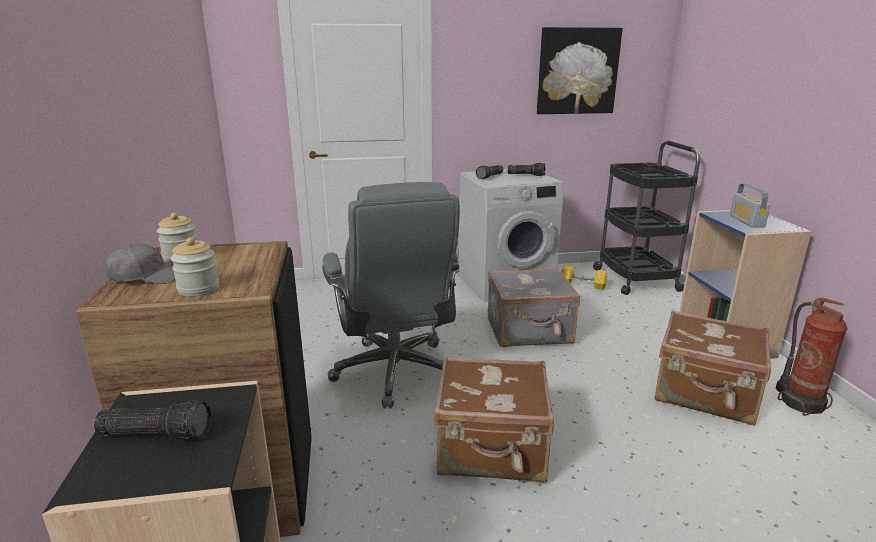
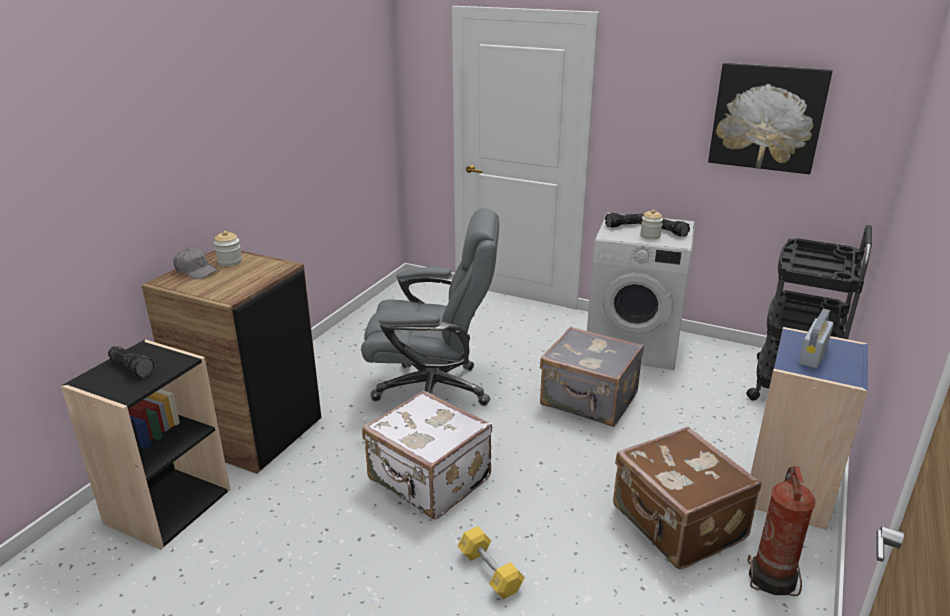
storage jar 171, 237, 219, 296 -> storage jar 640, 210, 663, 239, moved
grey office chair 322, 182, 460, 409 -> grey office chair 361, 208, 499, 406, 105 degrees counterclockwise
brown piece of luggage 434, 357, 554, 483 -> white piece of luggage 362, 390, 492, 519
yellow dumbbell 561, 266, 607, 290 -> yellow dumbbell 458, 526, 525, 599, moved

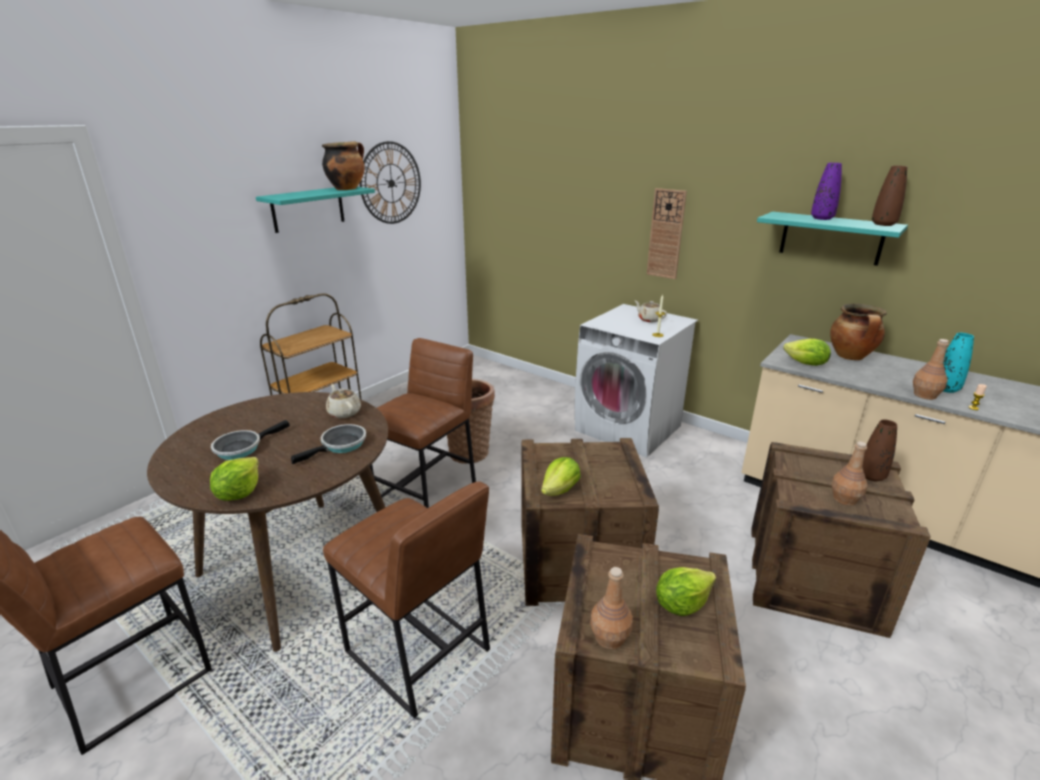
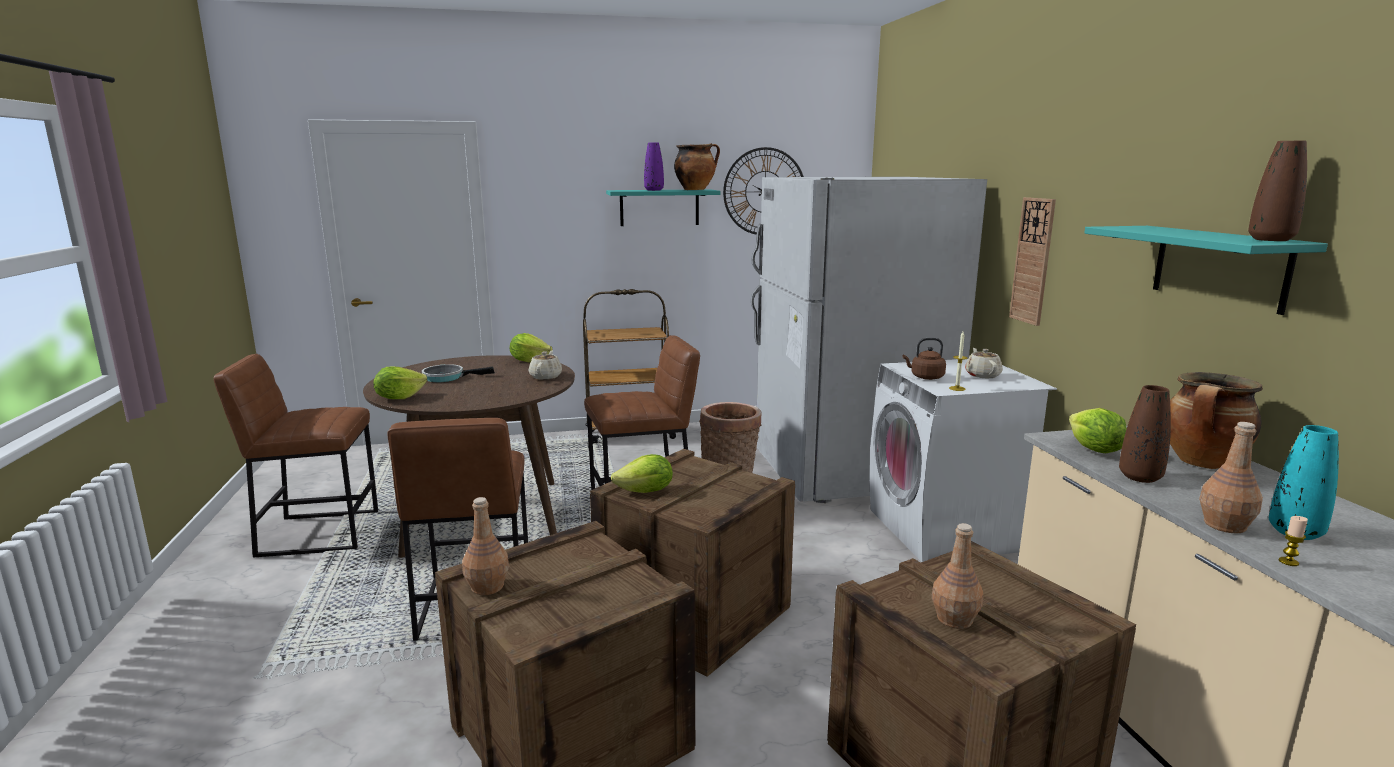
skillet 291, 424, 366, 464 -> none
head of lettuce 656, 567, 716, 616 -> head of lettuce 510, 333, 552, 362, moved
purplish flower vase 811, 163, 842, 220 -> purplish flower vase 644, 143, 664, 191, moved
brown flower vase 862, 420, 897, 481 -> brown flower vase 1119, 385, 1171, 483, moved
none -> white fridge 751, 177, 987, 503
none -> brown water kettle 903, 338, 946, 380

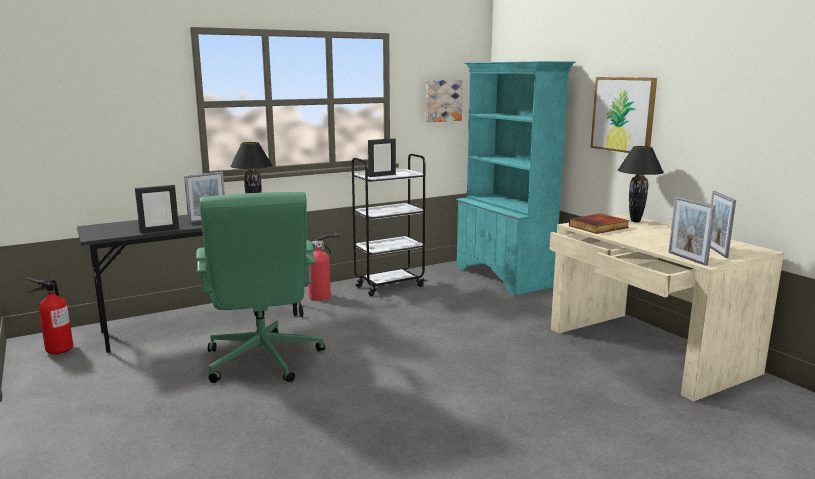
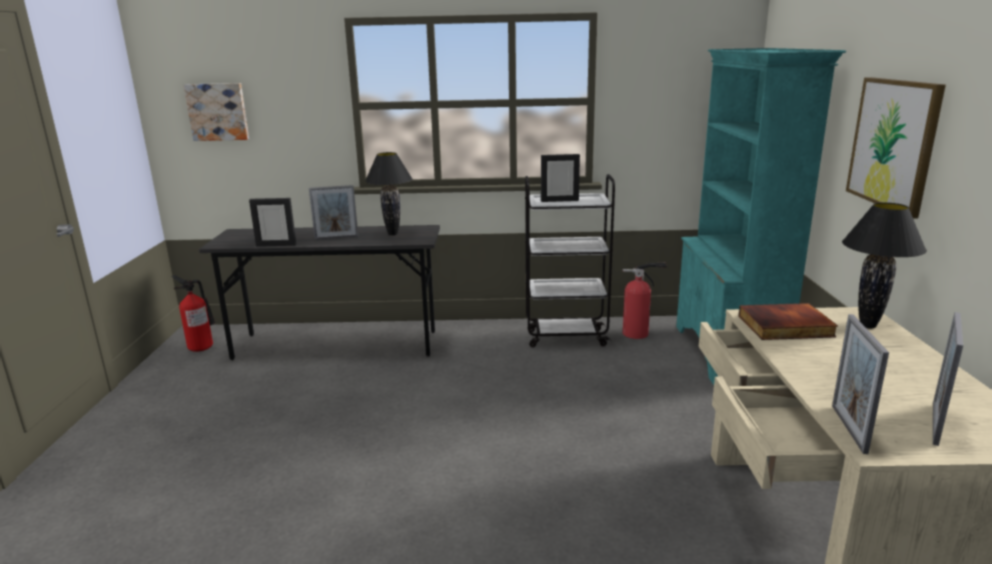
green office chair 196, 192, 325, 383 -> none
fire-fighting cylinder 309, 233, 340, 301 -> fire-fighting cylinder 623, 263, 667, 339, moved
wall art 426, 80, 463, 122 -> wall art 183, 83, 249, 141, moved

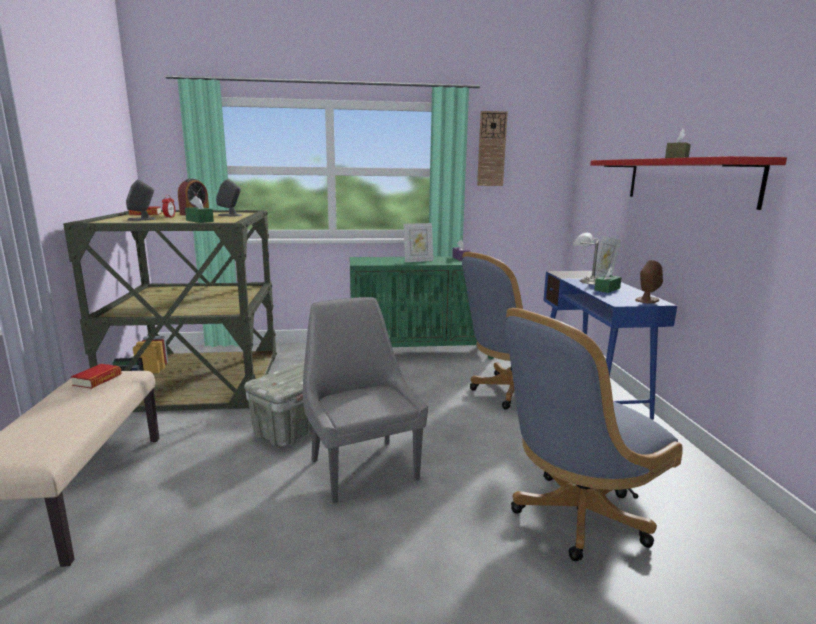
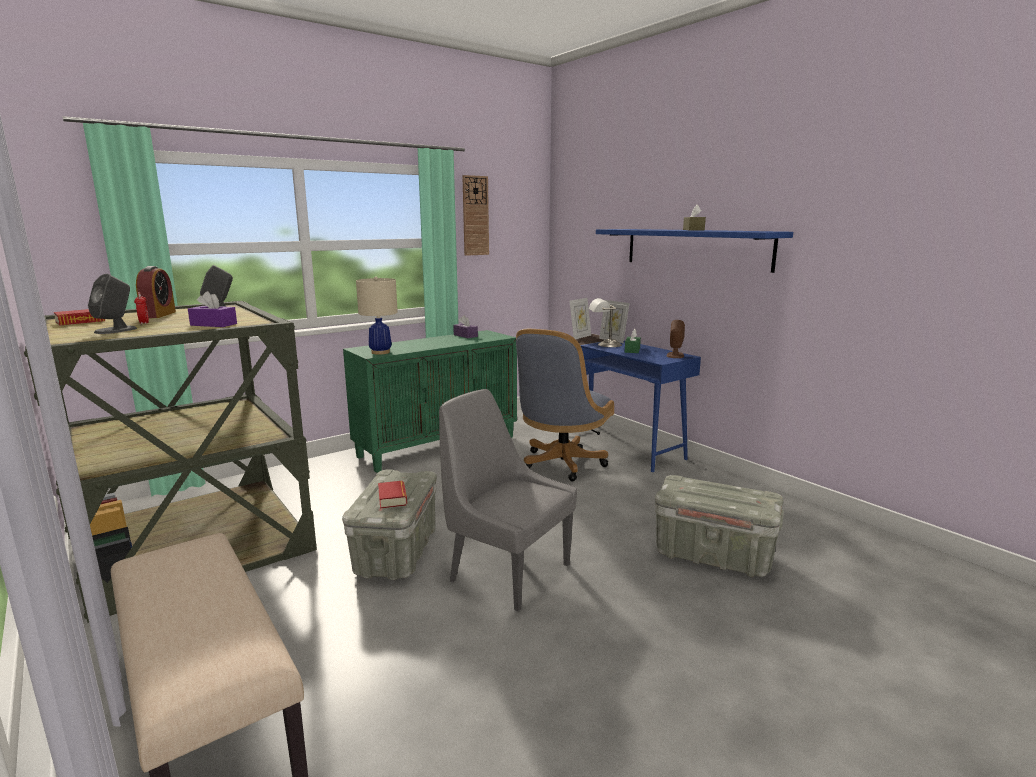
bound book 71, 364, 122, 389 -> bound book 378, 481, 407, 509, moved
green tissue box 185, 196, 214, 223 -> purplish tissue box 188, 291, 237, 327
standing frame 403, 223, 433, 262 -> standing frame 570, 298, 591, 339, moved
blue-coloured office chair 505, 308, 683, 561 -> grey storage bin 655, 475, 784, 577
red-coloured shelf 590, 156, 787, 210 -> blue-coloured shelf 596, 229, 793, 273
none -> beige-coloured tabletop lamp 356, 277, 398, 355

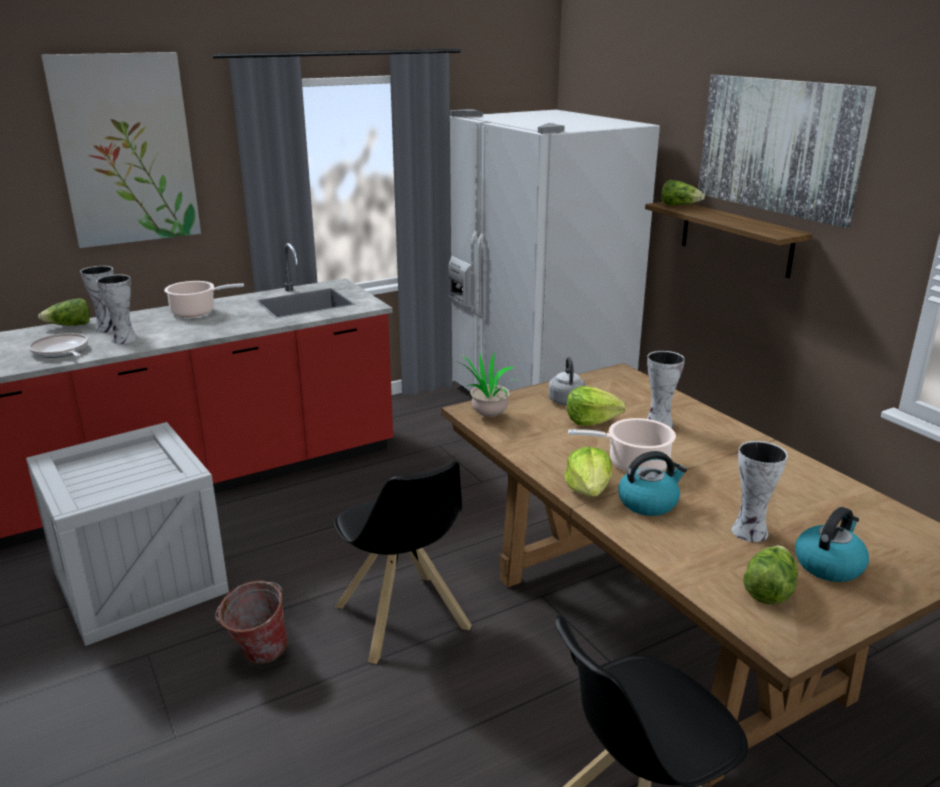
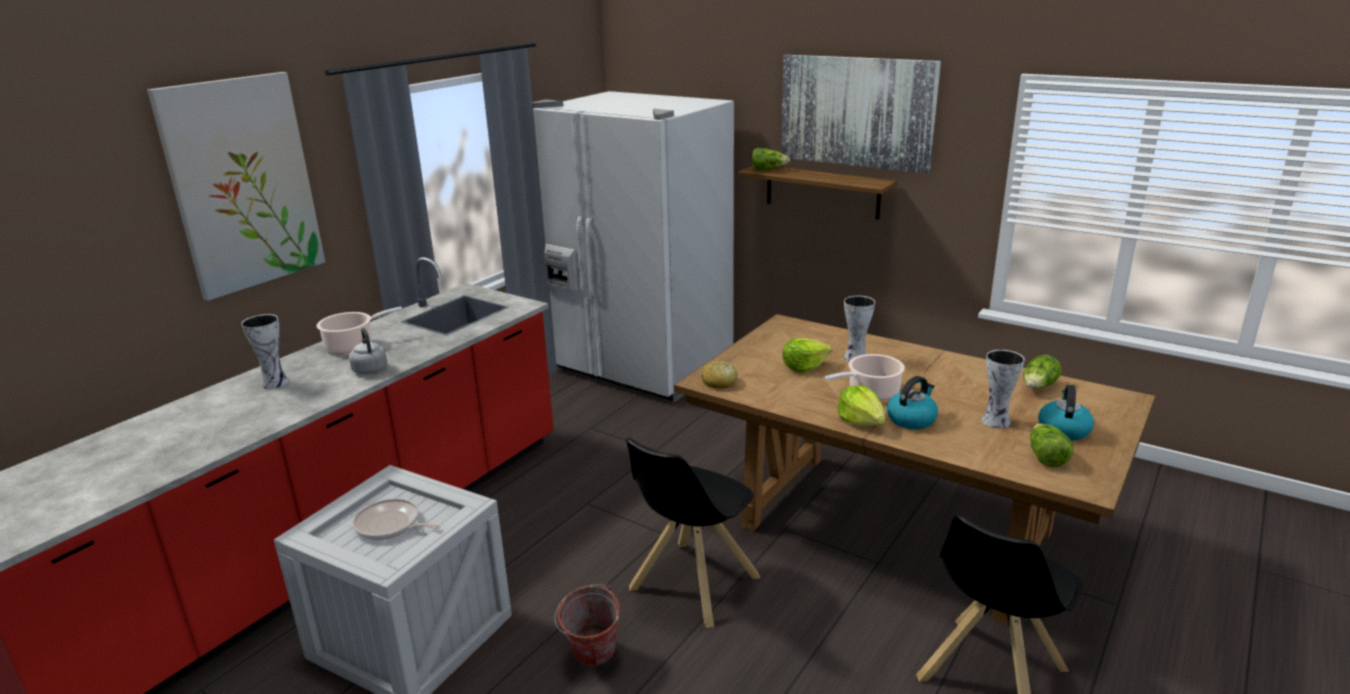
skillet 29, 333, 88, 358 -> skillet 353, 499, 441, 540, moved
head of lettuce 38, 298, 90, 326 -> head of lettuce 1023, 355, 1062, 388, moved
flower vase 96, 274, 137, 344 -> none
blackish plain chair 334, 461, 472, 664 -> blackish plain chair 626, 438, 760, 628, 90 degrees clockwise
potted plant 461, 352, 521, 417 -> bread 701, 360, 738, 388
grey water kettle 548, 357, 585, 405 -> grey water kettle 349, 328, 387, 374, moved

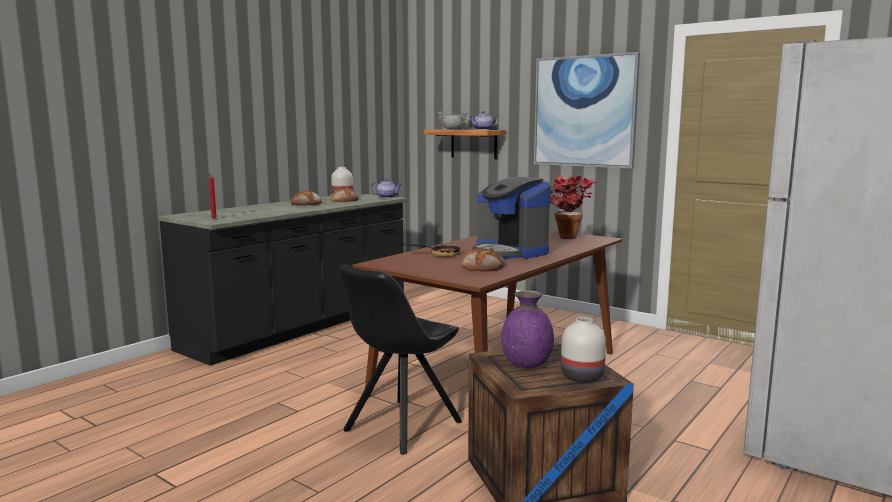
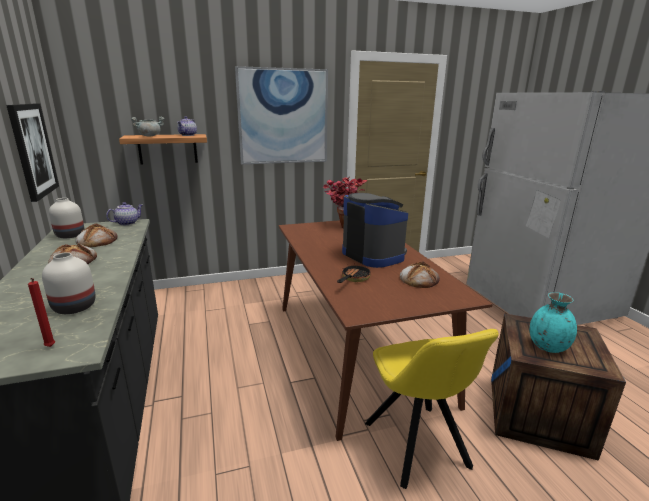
blackish plain chair 338, 265, 462, 455 -> yellow plain chair 365, 329, 499, 489
coffee brewer 473, 177, 551, 259 -> coffee brewer 342, 193, 408, 268, 120 degrees counterclockwise
purplish flower vase 501, 291, 554, 368 -> turquoise flower vase 530, 292, 577, 353
white flower vase 561, 317, 606, 383 -> white flower vase 42, 252, 96, 314, moved
none -> wall art 6, 104, 59, 202

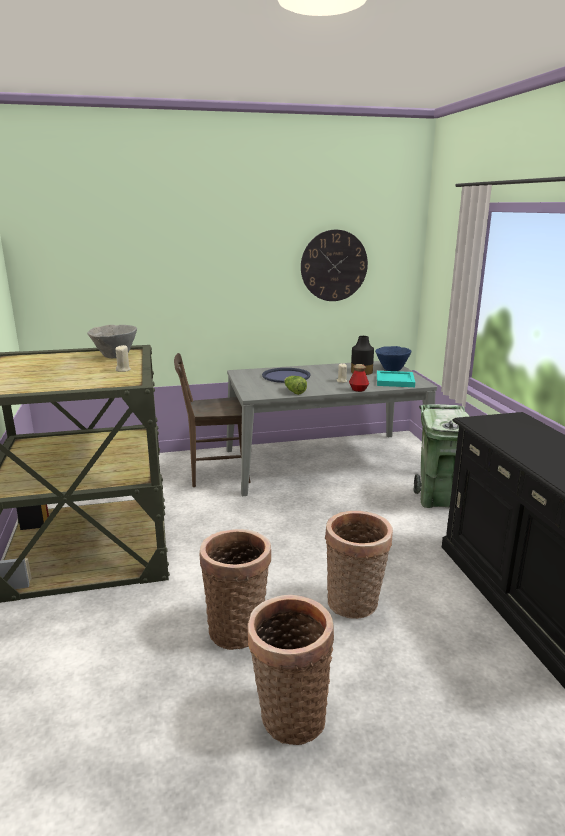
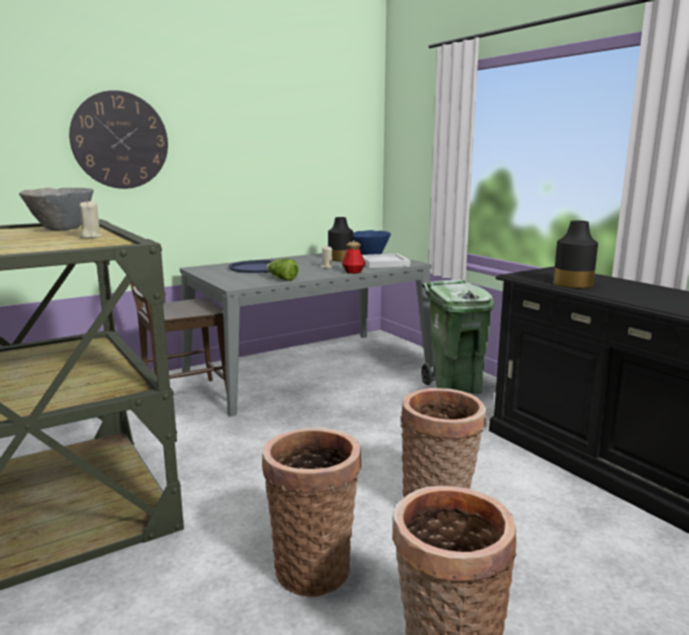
wall clock 301, 230, 368, 301 -> wall clock 69, 90, 168, 189, moved
turquoise tray 377, 371, 415, 387 -> white tray 362, 254, 410, 268
none -> blackish flower vase 553, 221, 598, 288

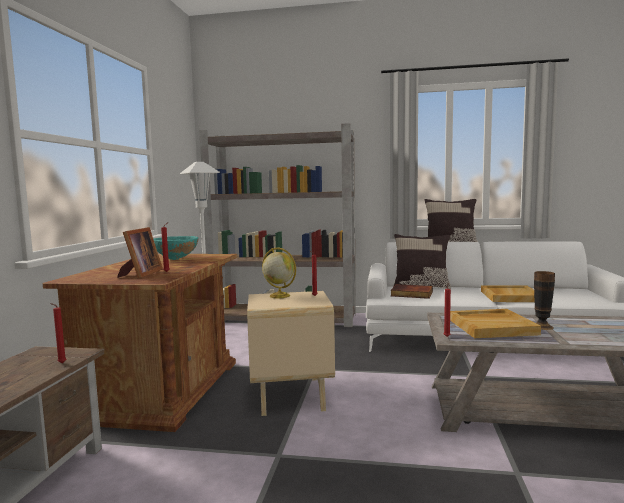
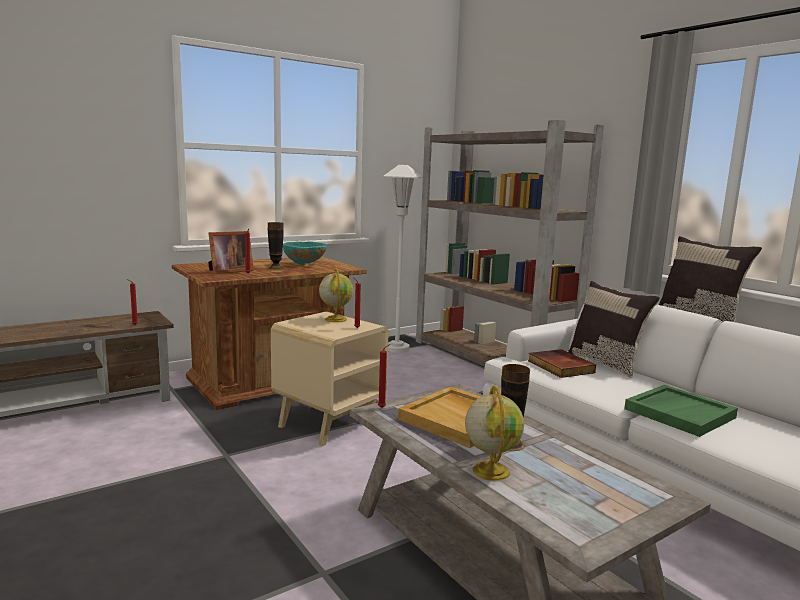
beige-coloured tray 481, 285, 535, 302 -> green tray 624, 385, 738, 437
none -> flower vase 268, 222, 284, 270
none -> world globe 465, 385, 524, 481

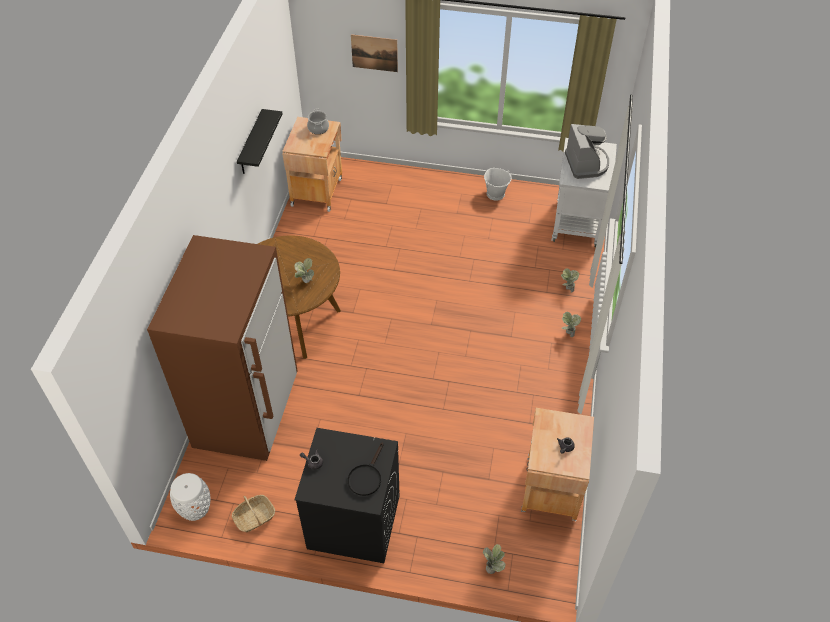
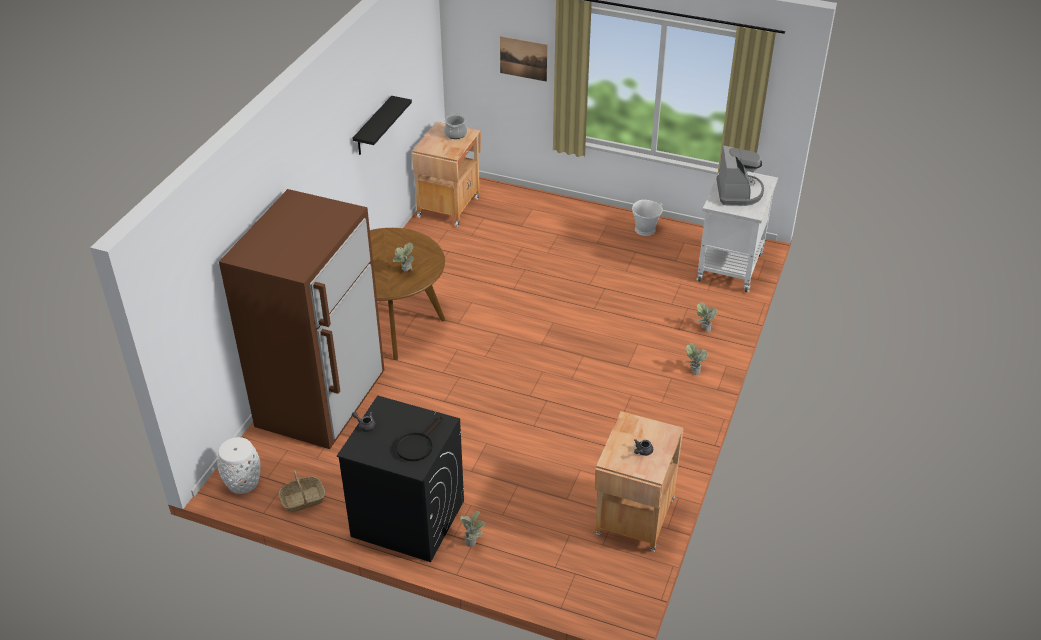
potted plant 483, 544, 506, 574 -> potted plant 460, 511, 485, 547, moved

